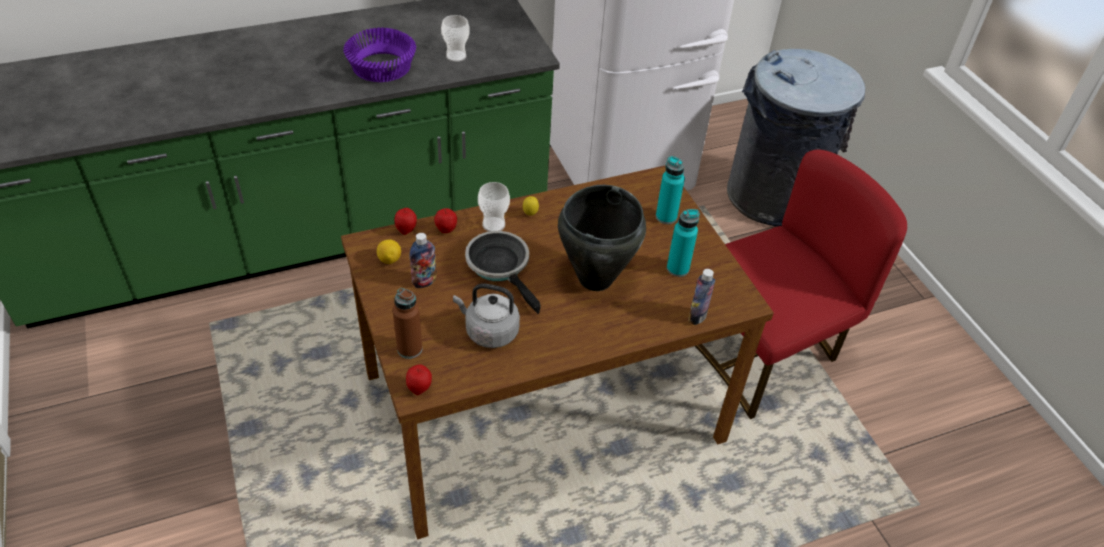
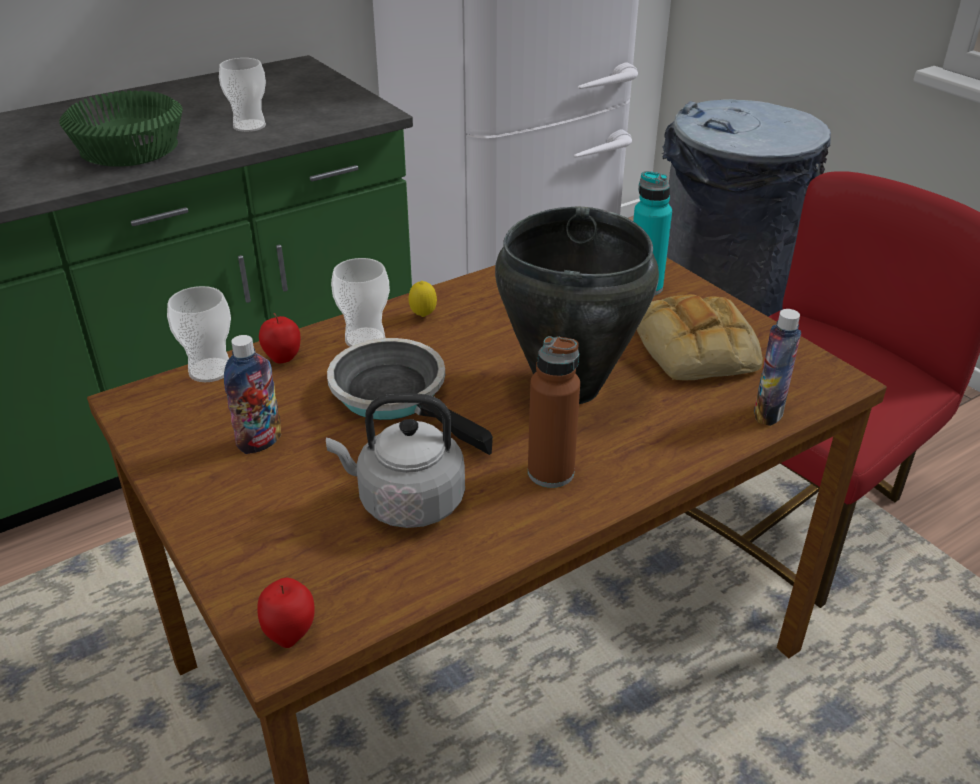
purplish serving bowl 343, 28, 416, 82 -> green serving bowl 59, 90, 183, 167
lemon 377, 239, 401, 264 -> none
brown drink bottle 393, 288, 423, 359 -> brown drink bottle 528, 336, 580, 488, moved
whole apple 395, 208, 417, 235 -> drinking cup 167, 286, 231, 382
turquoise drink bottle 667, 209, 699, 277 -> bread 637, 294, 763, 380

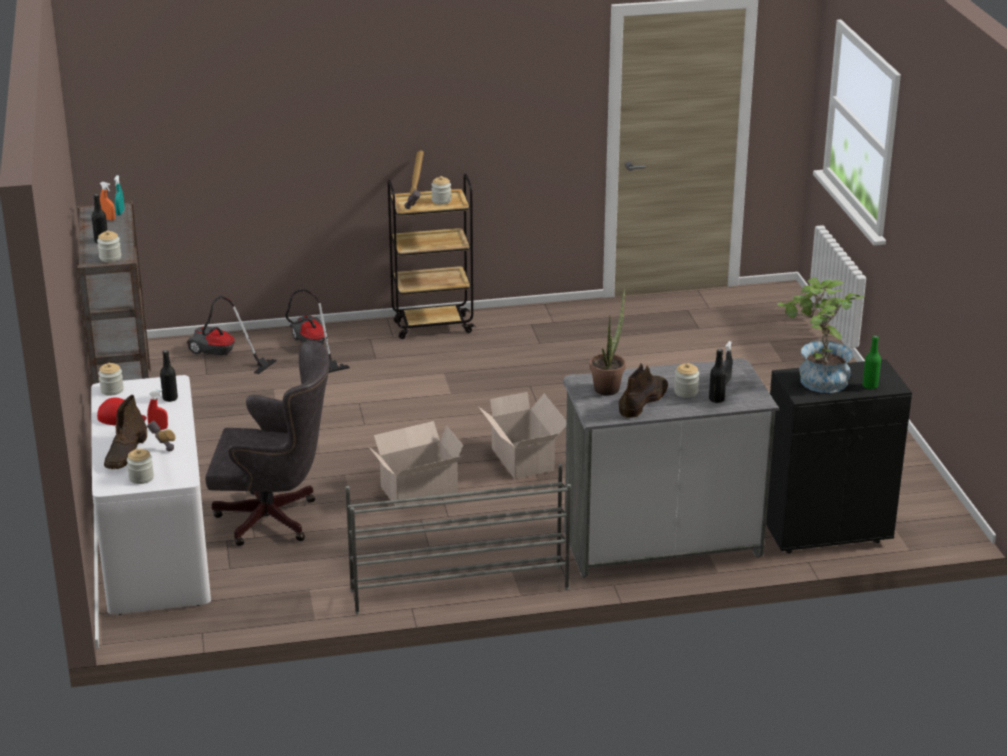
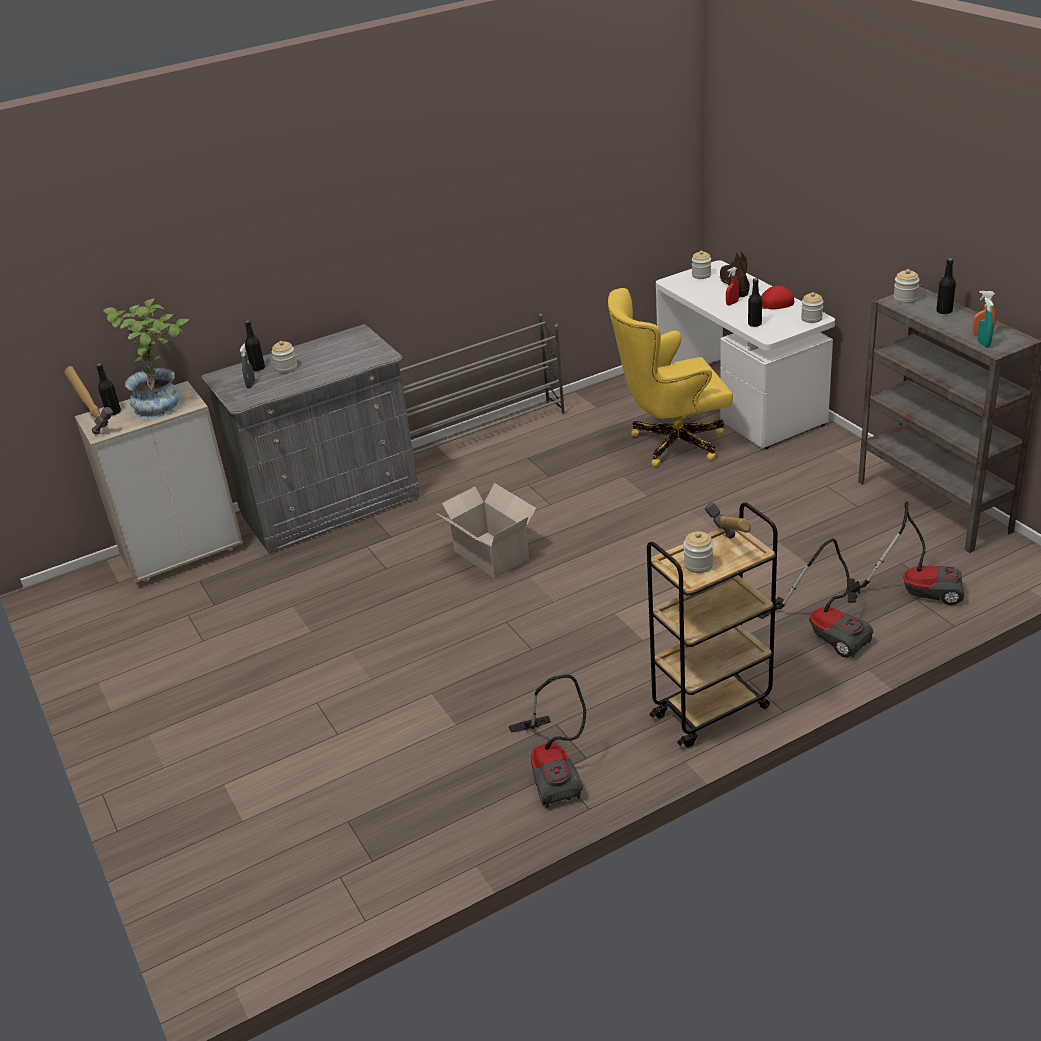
hand hammer 147, 421, 176, 452 -> hand hammer 64, 366, 113, 434, moved
grey office chair 205, 341, 330, 546 -> yellow office chair 608, 288, 733, 467
packing box 369, 421, 463, 506 -> none
potted plant 590, 288, 626, 396 -> none
brown tall boot 619, 363, 668, 418 -> none
blackish cupboard 766, 359, 912, 553 -> beige-coloured cupboard 75, 381, 243, 582
green drink bottle 863, 335, 881, 389 -> blackish drink bottle 96, 363, 121, 415
none -> hoover 509, 675, 586, 808

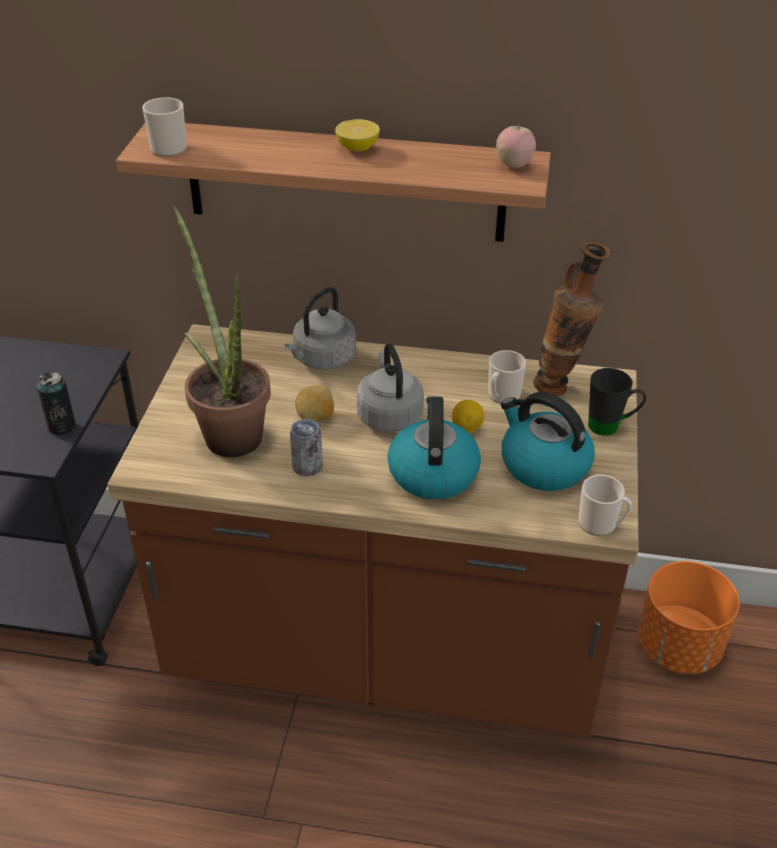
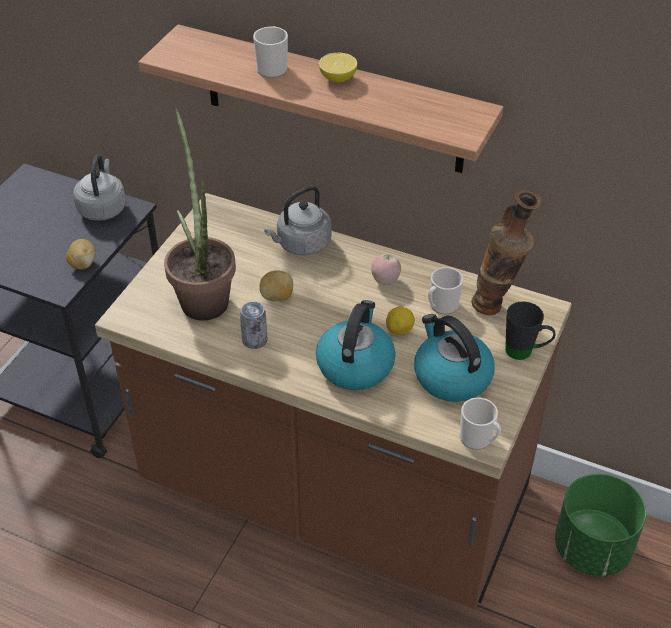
metal can 37, 371, 76, 435 -> whole potato 66, 239, 96, 269
coffee mug 142, 98, 187, 157 -> coffee mug 253, 26, 288, 78, moved
grey water kettle 356, 343, 424, 432 -> grey water kettle 73, 155, 126, 221, moved
whole apple 496, 123, 536, 168 -> whole apple 371, 254, 401, 285, moved
orangey plant pot 638, 561, 740, 674 -> green plant pot 555, 474, 646, 576

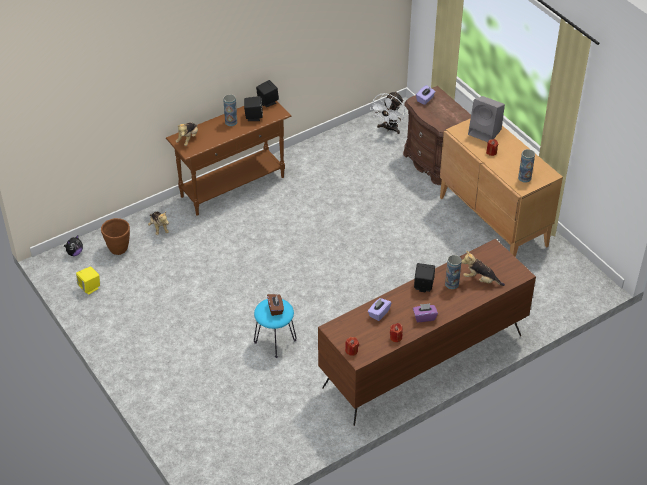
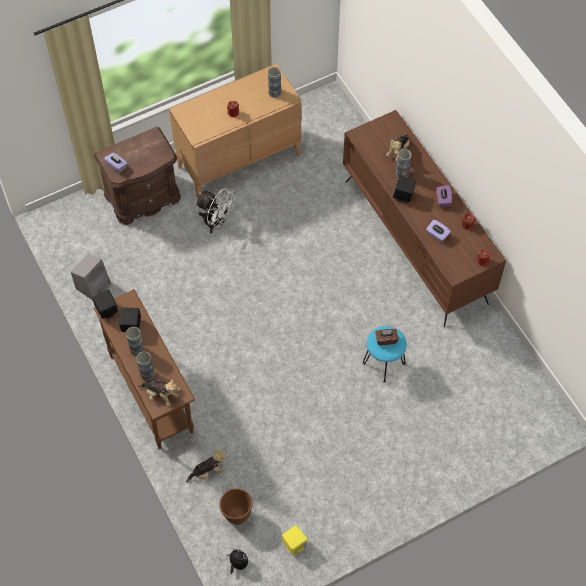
white cooling fan 370, 91, 405, 134 -> white cooling fan 195, 188, 236, 233, moved
grey loudspeaker 468, 96, 505, 142 -> grey loudspeaker 71, 254, 111, 300, moved
none -> flower vase 136, 351, 154, 381

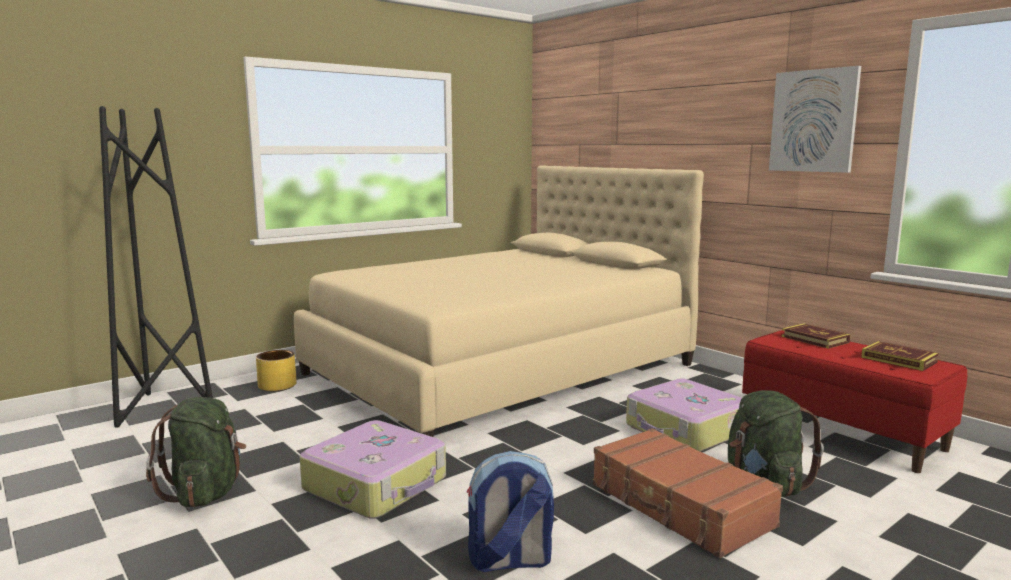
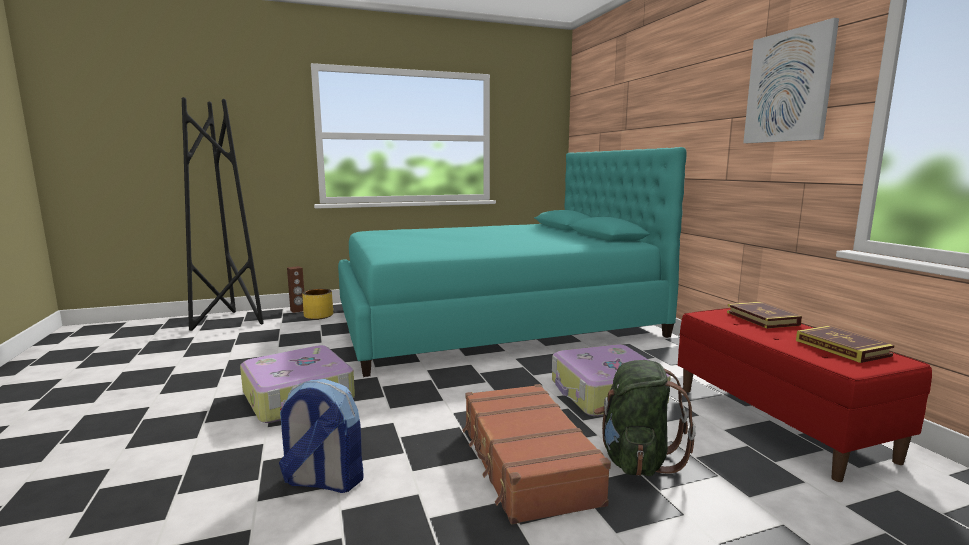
green rucksack 146, 397, 246, 508 -> none
beige-coloured bedroom bed 294, 165, 704, 437 -> turquoise bedroom bed 338, 147, 687, 377
none -> brown loudspeaker 287, 266, 304, 313

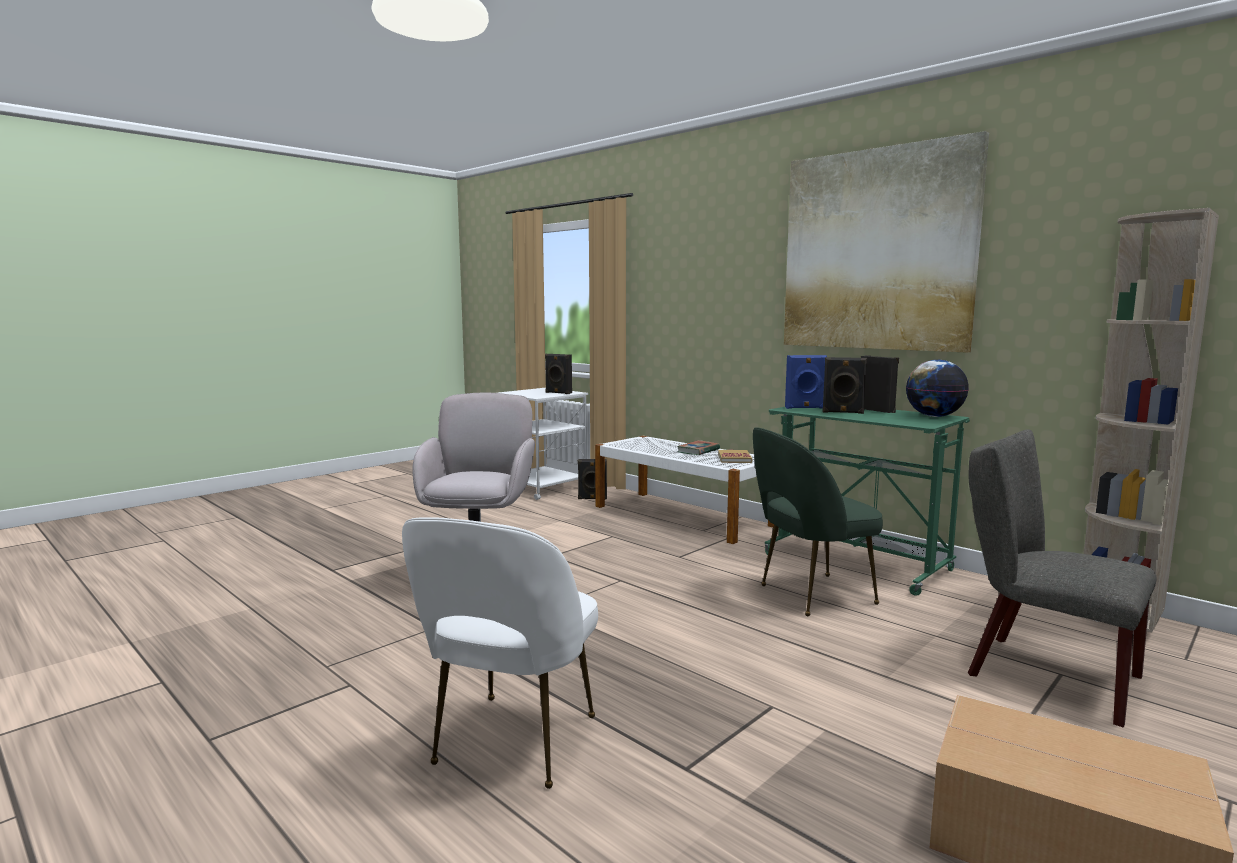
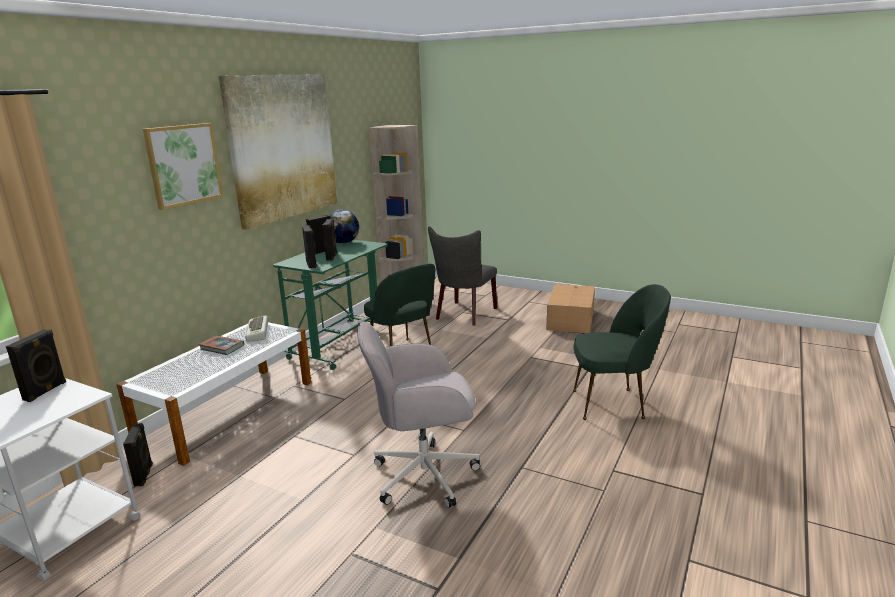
white plain chair 402, 517, 598, 789 -> green plain chair 573, 284, 671, 420
bound book 718, 450, 752, 463 -> keyboard 245, 315, 268, 342
blue-coloured loudspeaker 785, 355, 827, 409 -> blackish loudspeaker 302, 225, 317, 268
none -> wall art 143, 123, 223, 210

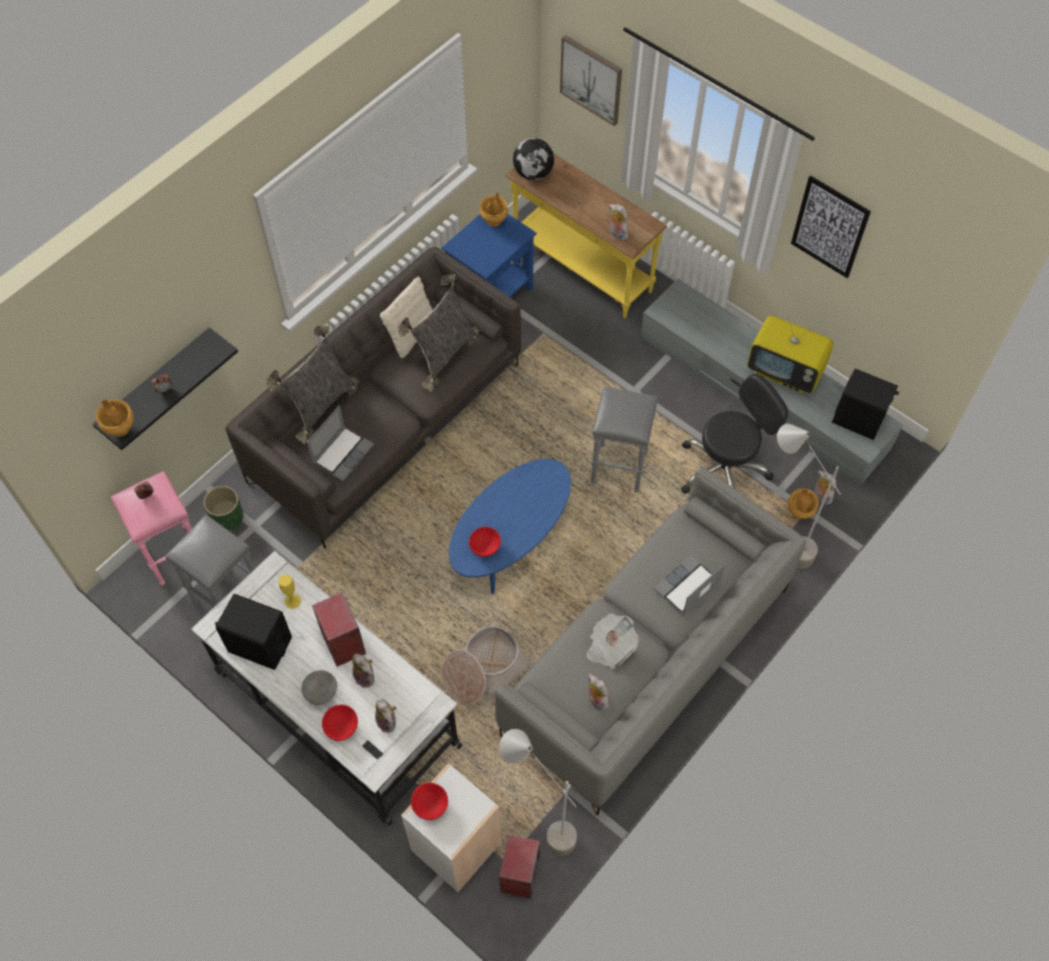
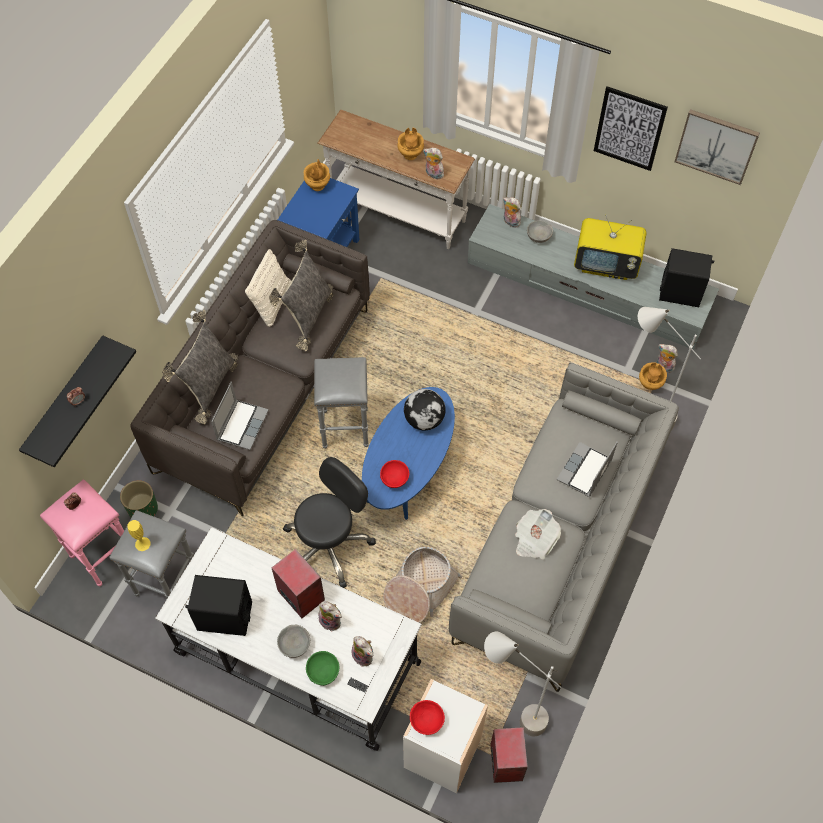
brown flower vase 96, 399, 134, 437 -> brown flower vase 397, 127, 424, 160, moved
yellow flower vase 279, 575, 301, 609 -> yellow flower vase 127, 520, 151, 551, moved
red-coloured serving bowl 322, 705, 358, 741 -> green serving bowl 306, 651, 339, 686
yellow console table 505, 154, 667, 318 -> white console table 317, 110, 475, 249
world globe 513, 138, 554, 180 -> world globe 404, 389, 446, 430, moved
wall art 560, 35, 622, 126 -> wall art 674, 109, 760, 185, moved
cuddly toy 588, 674, 610, 710 -> cuddly toy 503, 197, 521, 228, moved
grey stool seat 591, 387, 658, 493 -> grey stool seat 314, 357, 369, 449, moved
blackish office chair 681, 374, 788, 494 -> blackish office chair 283, 457, 376, 588, moved
none -> grey serving bowl 527, 220, 553, 243

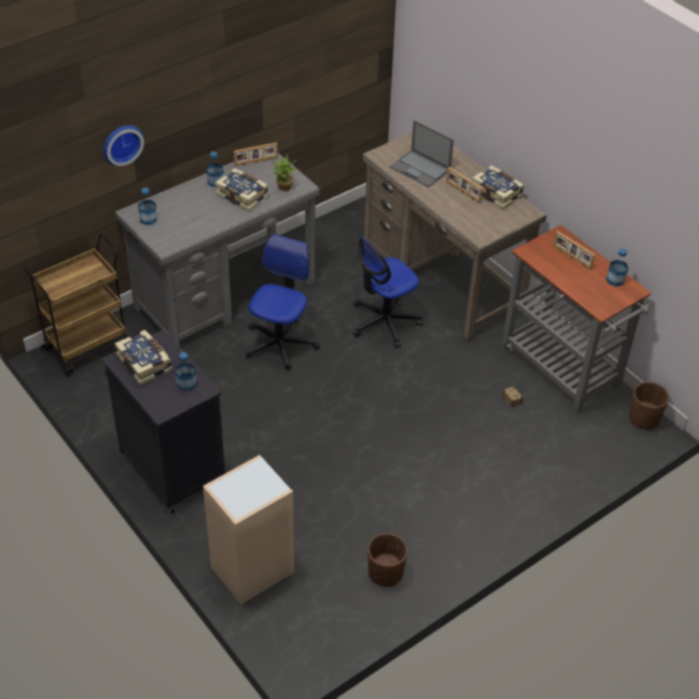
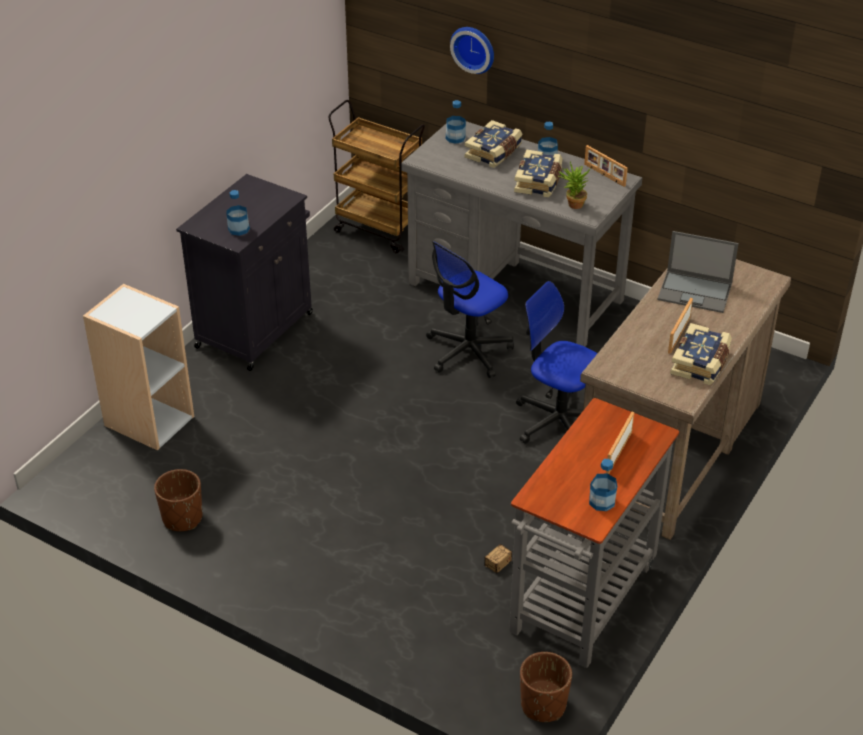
bound book 115, 330, 172, 385 -> bound book 465, 120, 523, 168, moved
office chair 245, 234, 320, 370 -> office chair 426, 241, 514, 378, 135 degrees clockwise
notebook computer 390, 120, 454, 187 -> notebook computer 657, 231, 739, 313, 90 degrees counterclockwise

